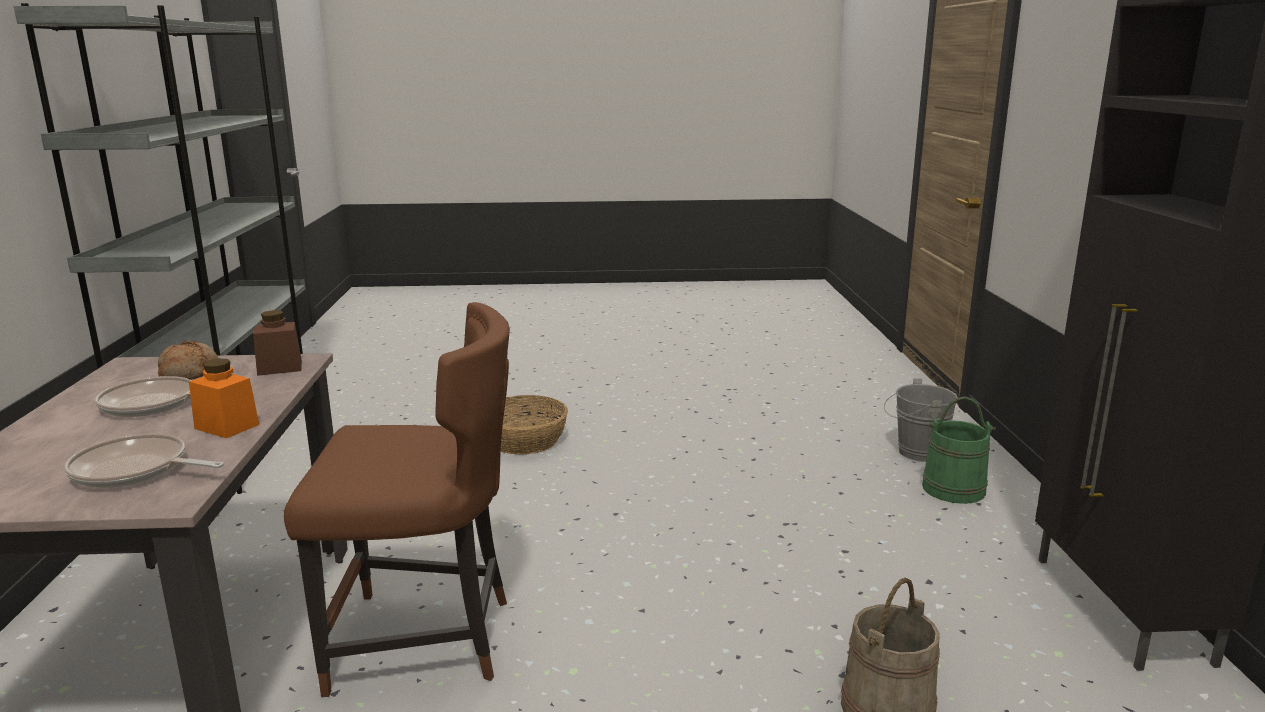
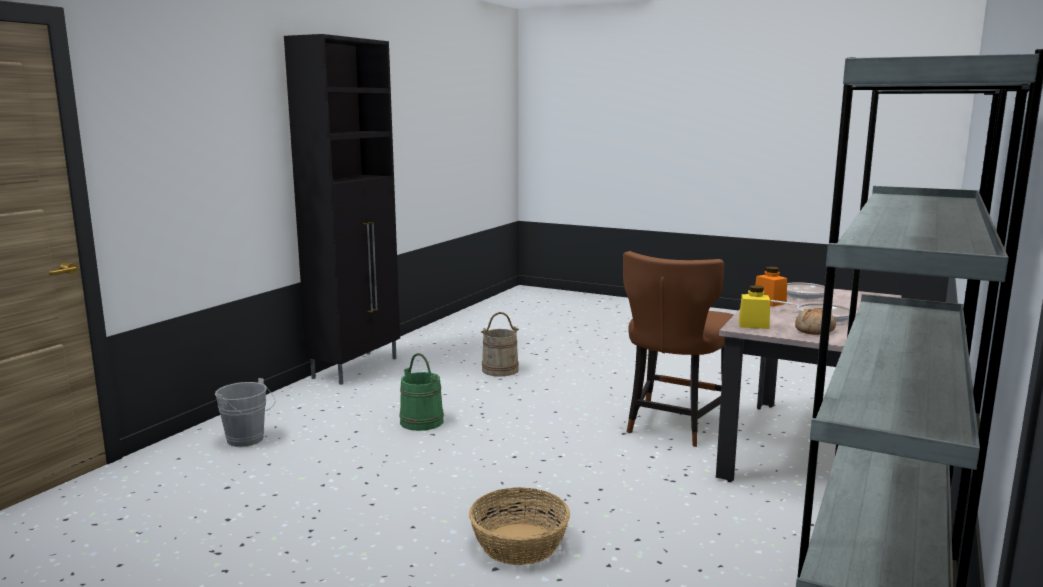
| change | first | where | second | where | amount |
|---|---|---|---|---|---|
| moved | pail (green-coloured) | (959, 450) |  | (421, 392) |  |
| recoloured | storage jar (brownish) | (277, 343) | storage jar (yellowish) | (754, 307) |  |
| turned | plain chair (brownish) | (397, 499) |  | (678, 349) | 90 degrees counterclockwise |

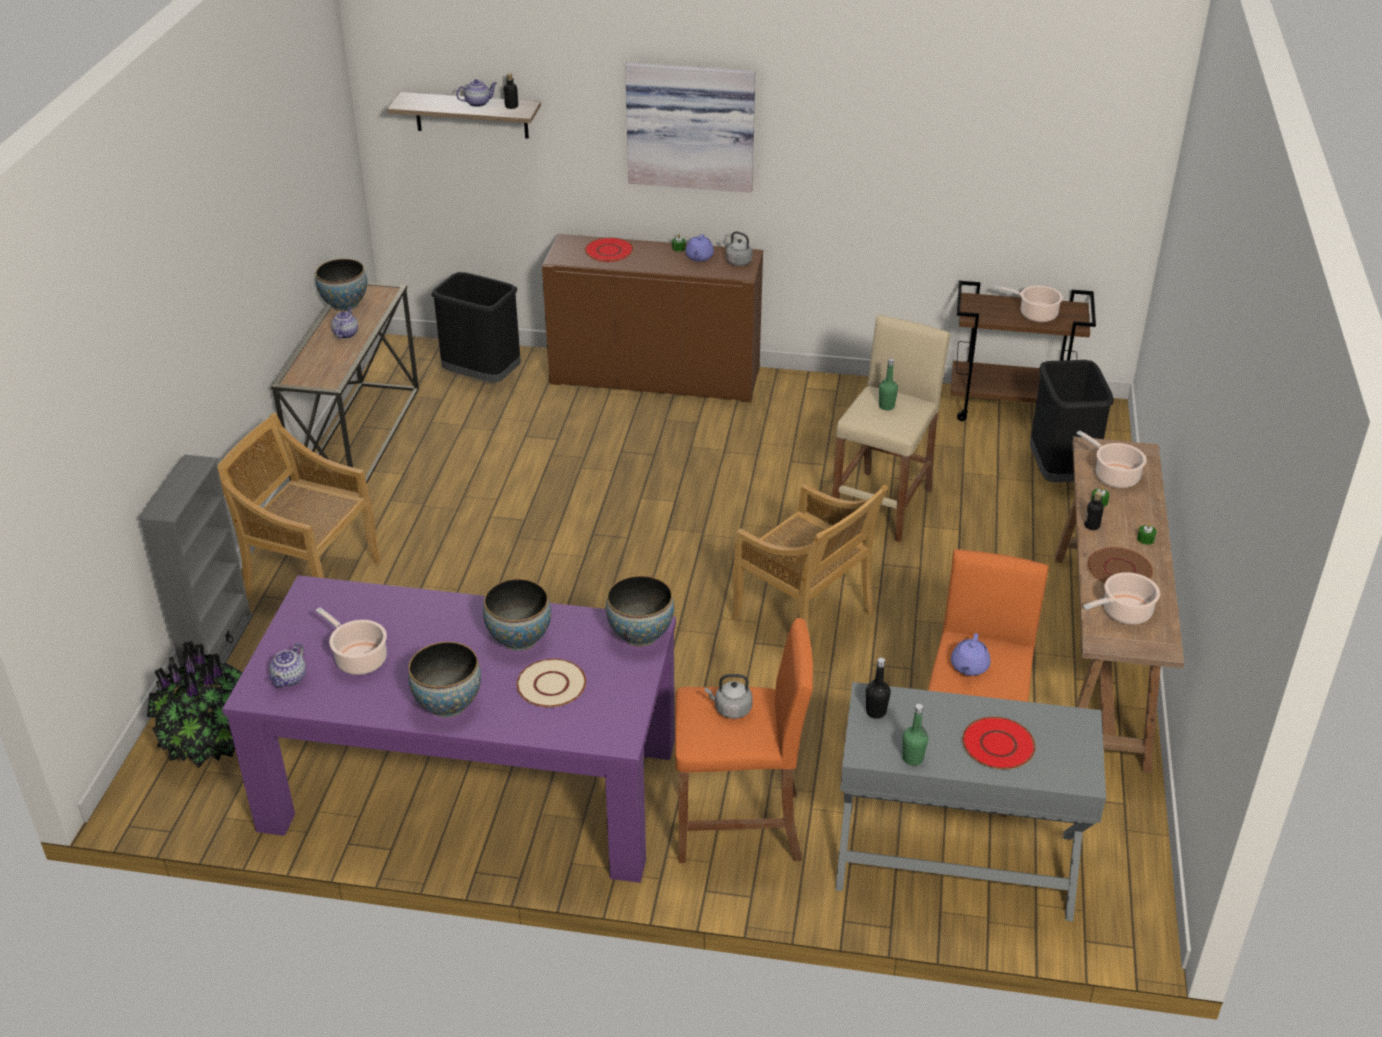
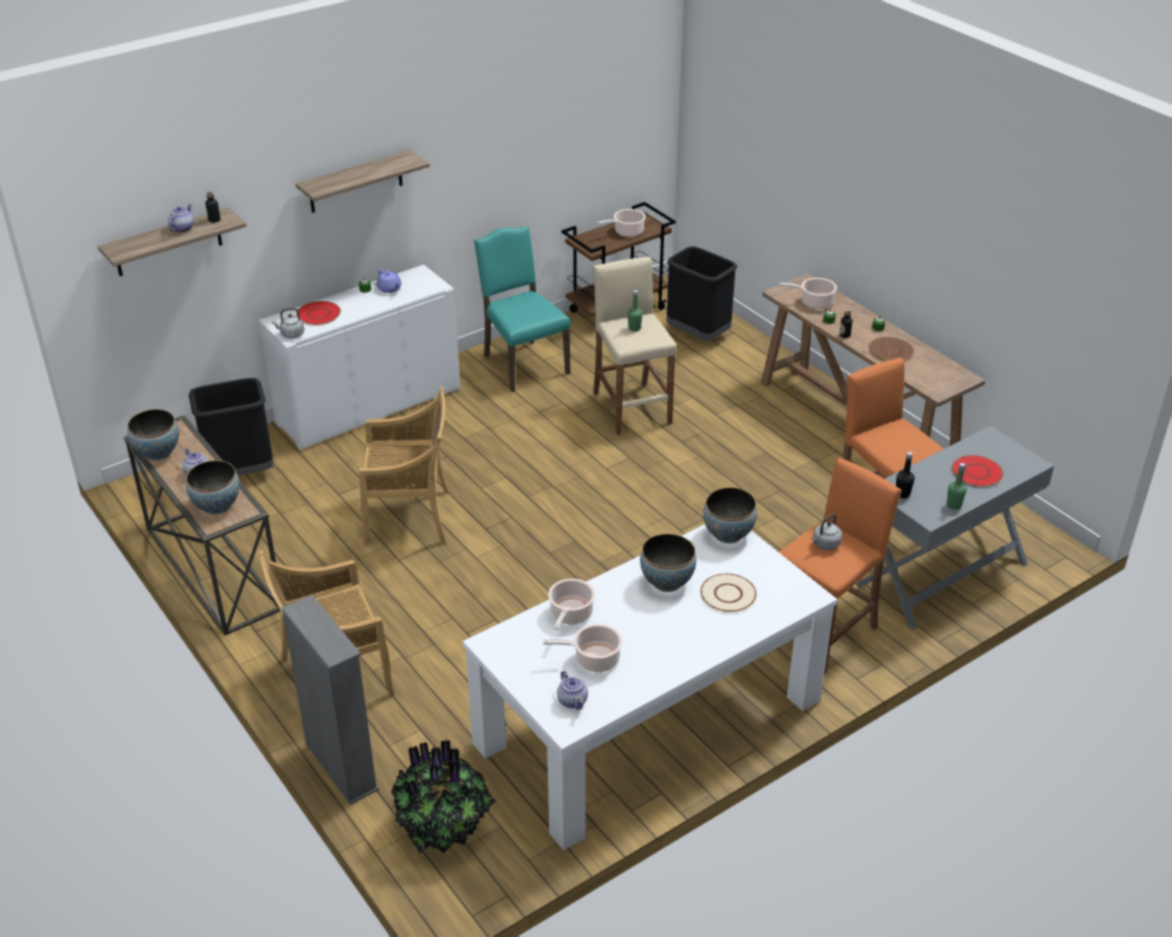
| change | first | where | second | where | amount |
|---|---|---|---|---|---|
| removed | teapot (purplish) | (971, 654) |  |  |  |
| added |  |  | plain chair (turquoise-coloured) | (522, 309) |  |
| moved | serving bowl | (444, 680) |  | (212, 487) |  |
| moved | tea kettle (gray) | (738, 248) |  | (288, 323) |  |
| moved | plain chair (beige) | (810, 558) |  | (404, 466) |  |
| moved | cooking pot | (1121, 598) |  | (571, 604) |  |
| replaced | wall art | (690, 128) | wall shelf | (363, 181) |  |
| recoloured | dining table (purplish) | (449, 729) | dining table (white) | (650, 687) |  |
| recoloured | cupboard (brownish) | (652, 318) | cupboard (white) | (360, 357) |  |

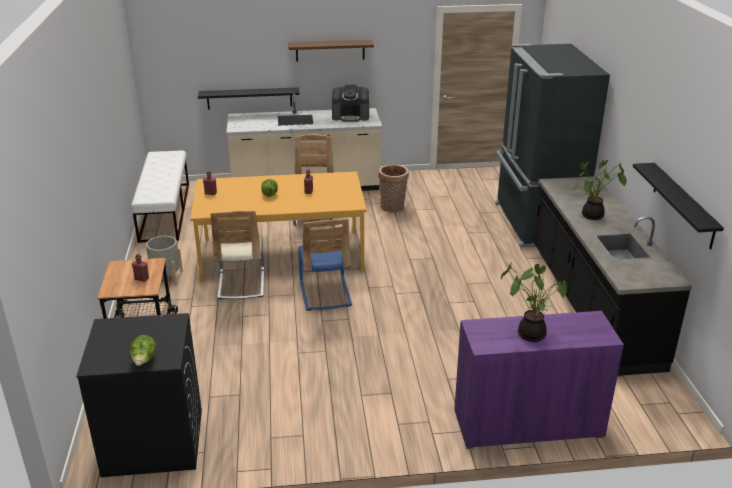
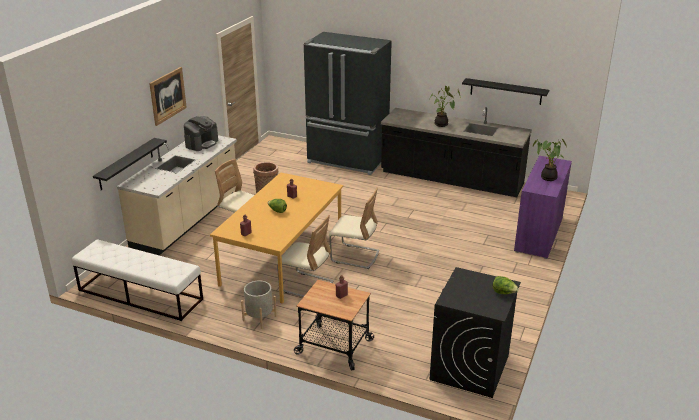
| change | first | where | second | where | amount |
|---|---|---|---|---|---|
| replaced | wall shelf (brownish) | (331, 51) | wall art | (168, 96) |  |
| recoloured | plain chair (bluish) | (325, 265) | plain chair (beige) | (354, 228) |  |

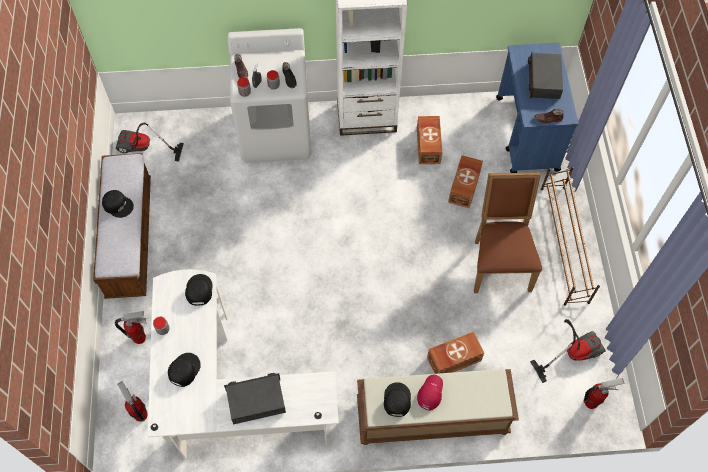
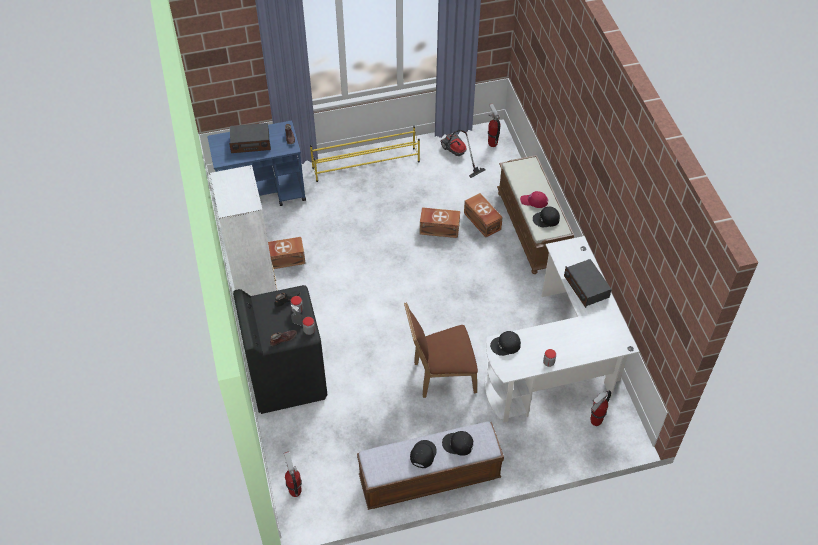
| change | first | where | second | where | amount |
|---|---|---|---|---|---|
| removed | vacuum cleaner | (150, 142) |  |  |  |
| moved | fire-fighting cylinder | (131, 327) |  | (293, 474) |  |
| moved | baseball cap (black-coloured) | (184, 370) |  | (457, 443) |  |
| moved | storage bin (brownish) | (465, 182) |  | (440, 222) |  |
| moved | plain chair (brownish) | (508, 233) |  | (441, 350) |  |
| recoloured | laundry machine (white) | (269, 95) | laundry machine (black-coloured) | (280, 349) |  |
| recoloured | shoe stand (brownish) | (570, 236) | shoe stand (yellowish) | (365, 154) |  |

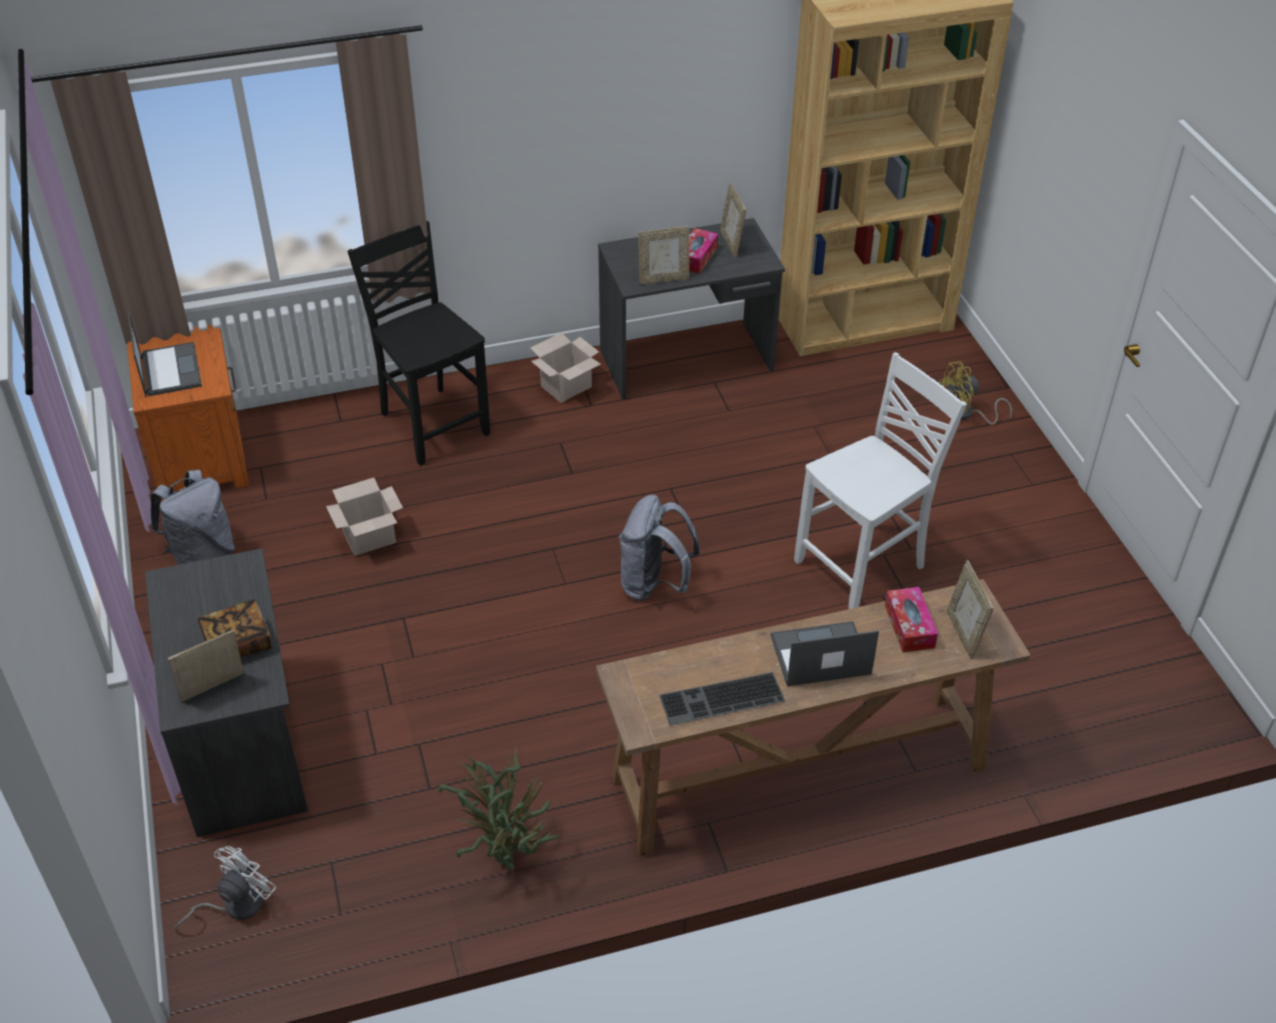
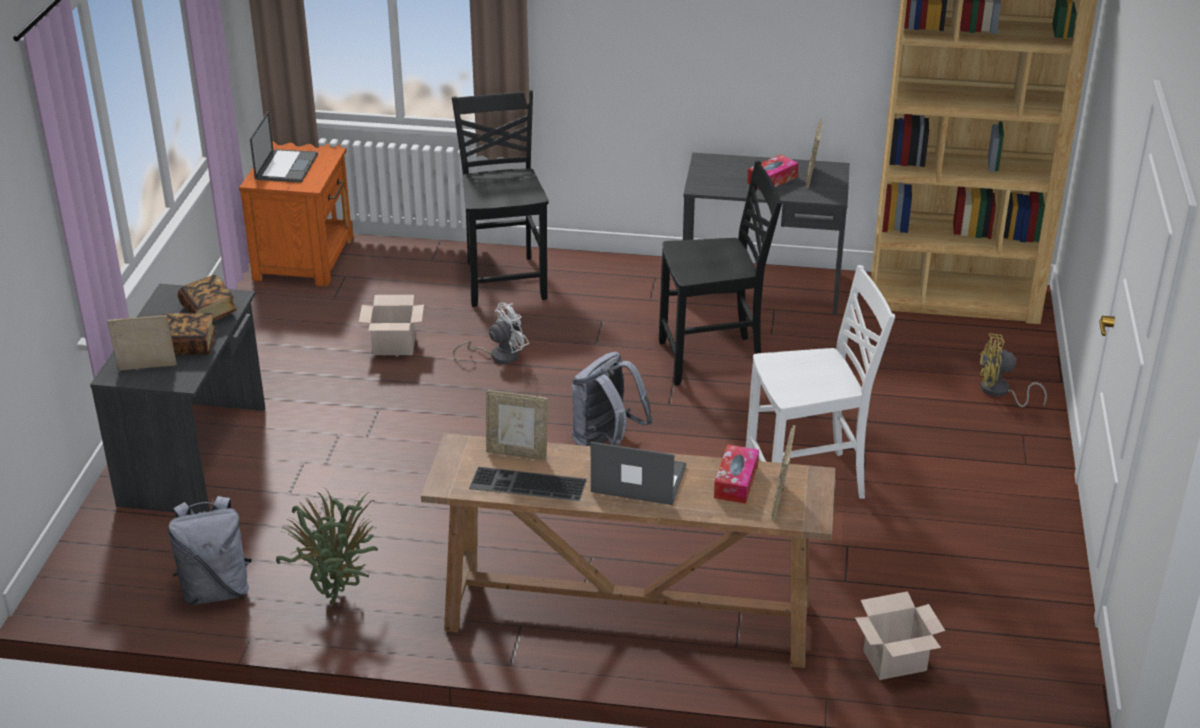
| change | first | where | second | where | amount |
|---|---|---|---|---|---|
| added |  |  | volume | (207, 298) |  |
| added |  |  | plain chair (black-coloured) | (720, 273) |  |
| moved | rucksack (gray) | (193, 517) |  | (210, 550) |  |
| moved | cooling fan (white) | (225, 888) |  | (491, 333) |  |
| moved | carton | (565, 367) |  | (900, 635) |  |
| moved | standing frame | (663, 255) |  | (517, 425) |  |

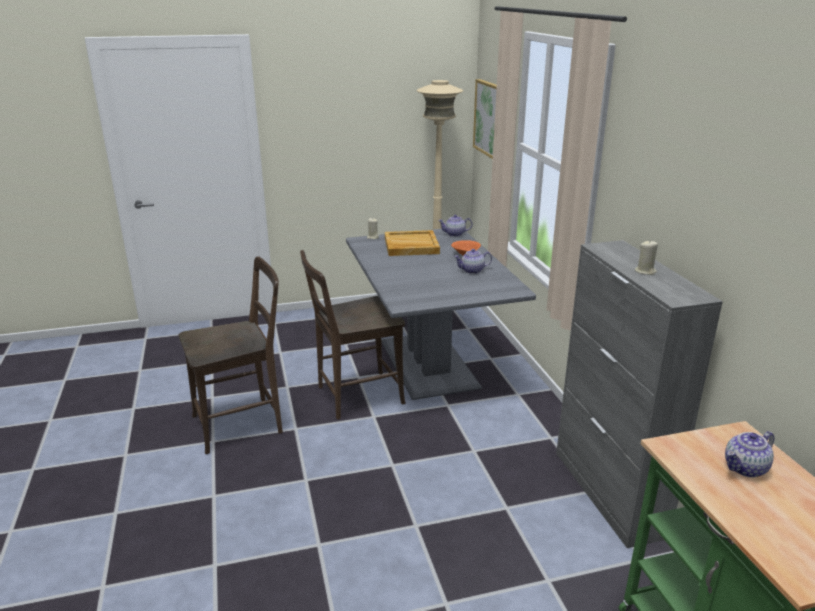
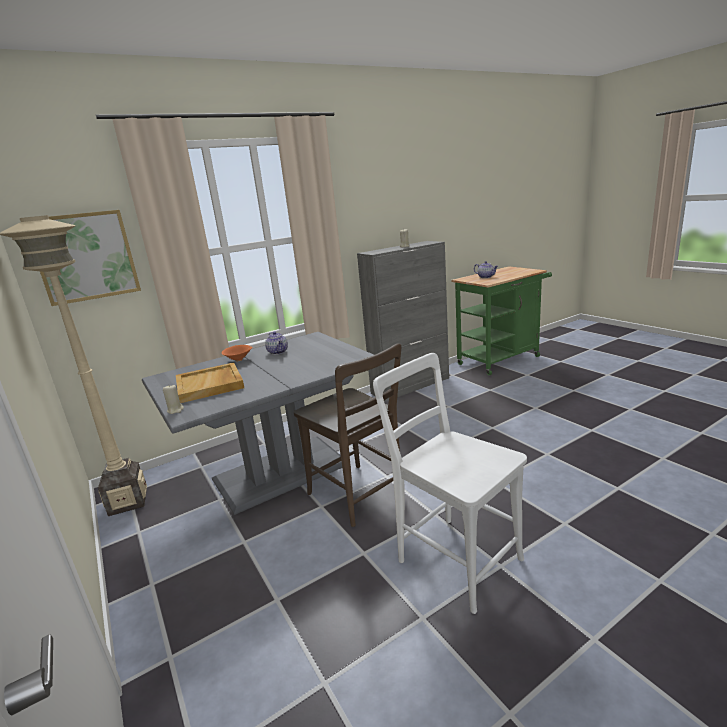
| change | first | where | second | where | amount |
|---|---|---|---|---|---|
| removed | teapot | (455, 226) |  |  |  |
| recoloured | plain chair (brownish) | (231, 355) | plain chair (white) | (450, 483) |  |

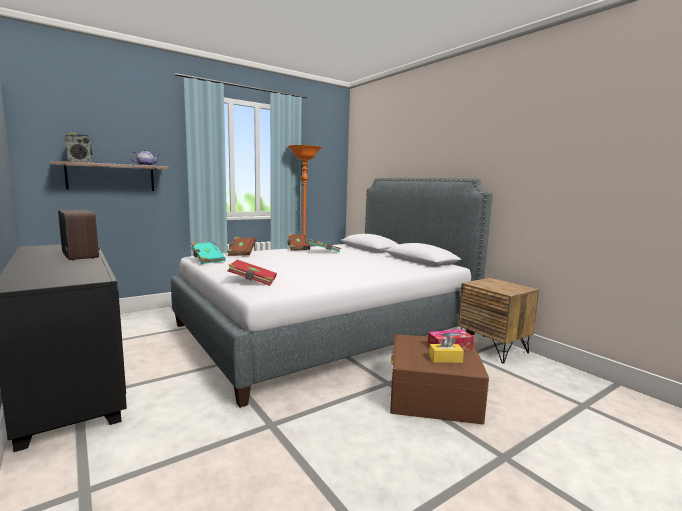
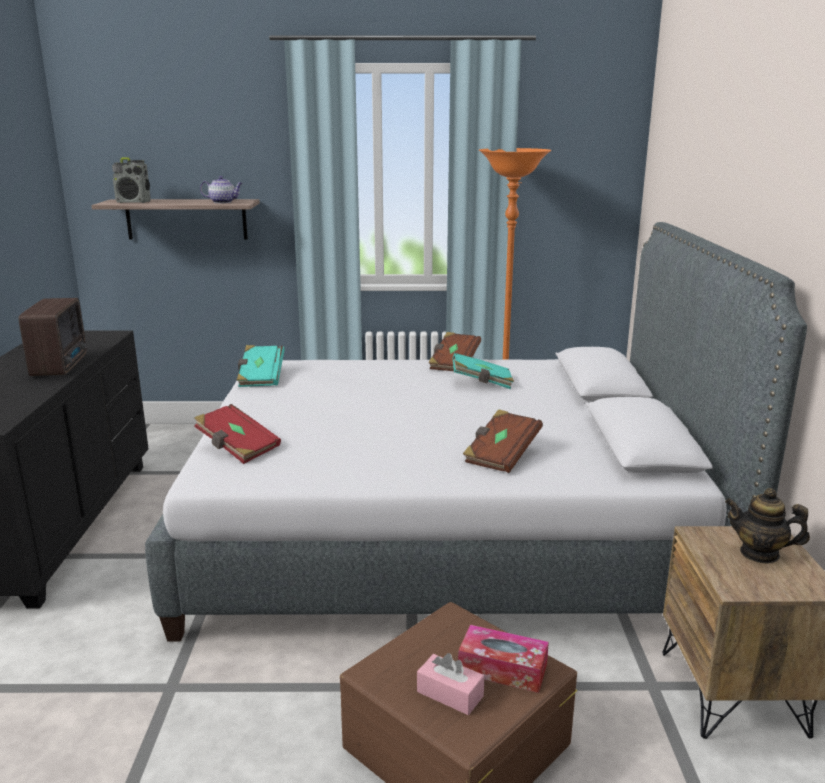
| change | first | where | second | where | amount |
|---|---|---|---|---|---|
| added |  |  | teapot | (767, 526) |  |
| moved | volume (brownish) | (241, 246) |  | (503, 441) |  |
| recoloured | tissue box (yellowish) | (446, 349) | tissue box (pinkish) | (450, 684) |  |

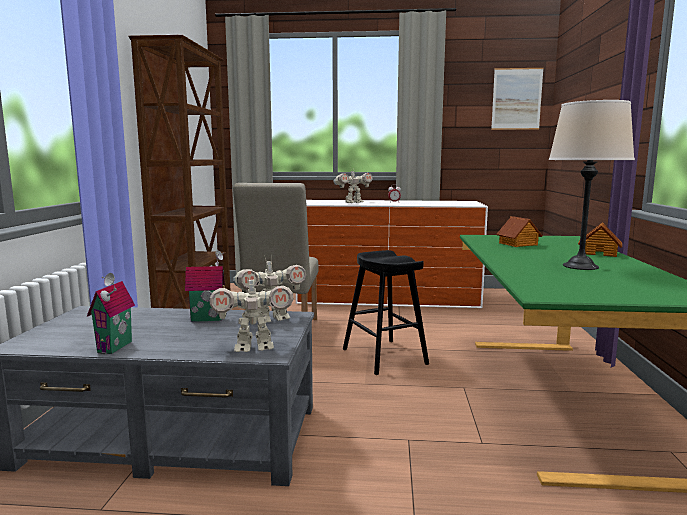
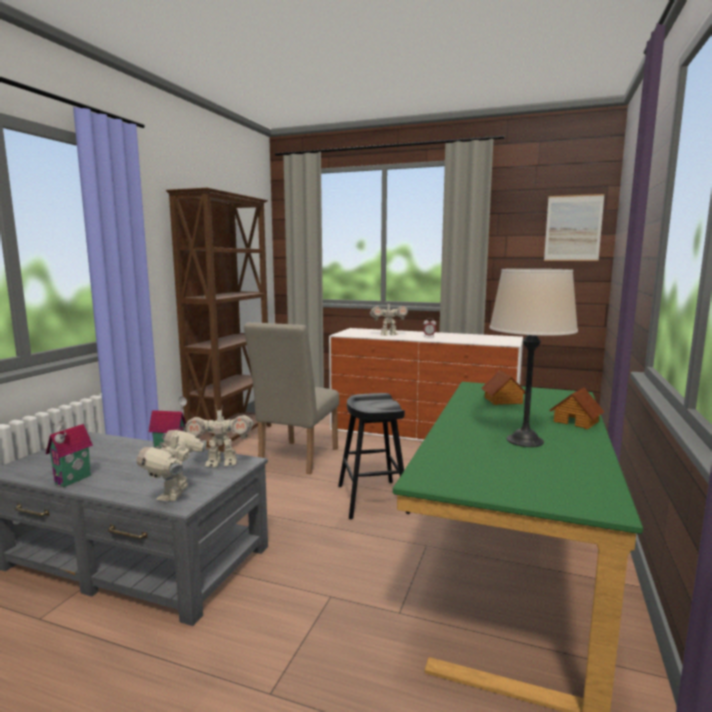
| change | first | where | second | where | amount |
|---|---|---|---|---|---|
| turned | model robot | (251, 312) |  | (172, 465) | 90 degrees clockwise |

